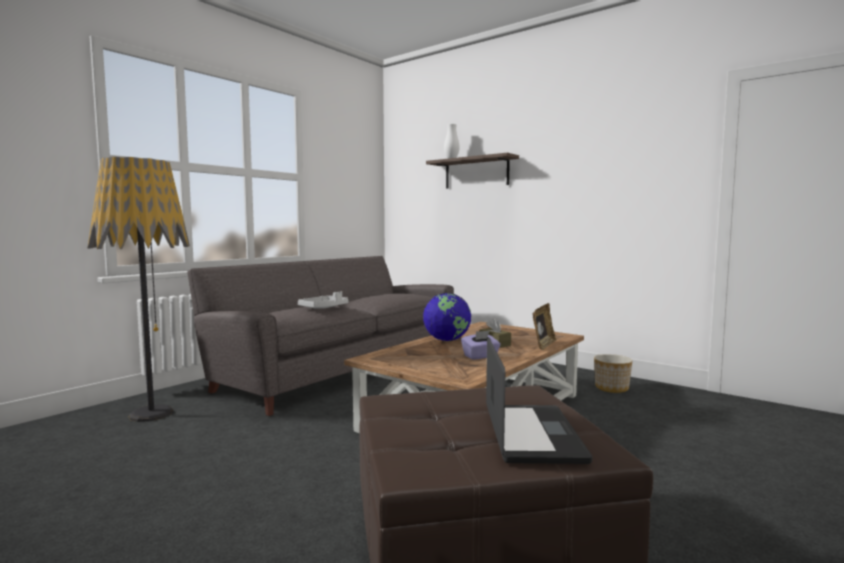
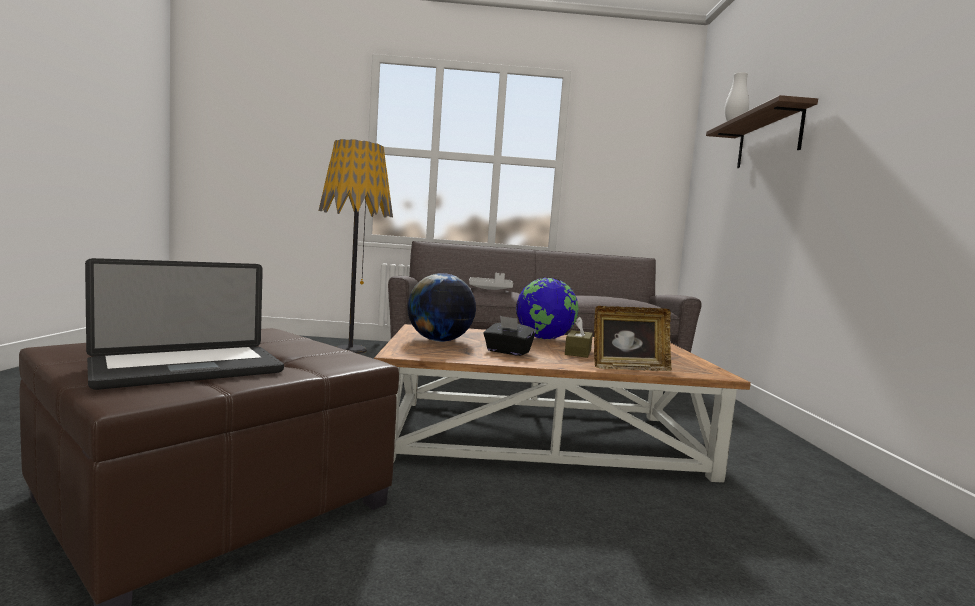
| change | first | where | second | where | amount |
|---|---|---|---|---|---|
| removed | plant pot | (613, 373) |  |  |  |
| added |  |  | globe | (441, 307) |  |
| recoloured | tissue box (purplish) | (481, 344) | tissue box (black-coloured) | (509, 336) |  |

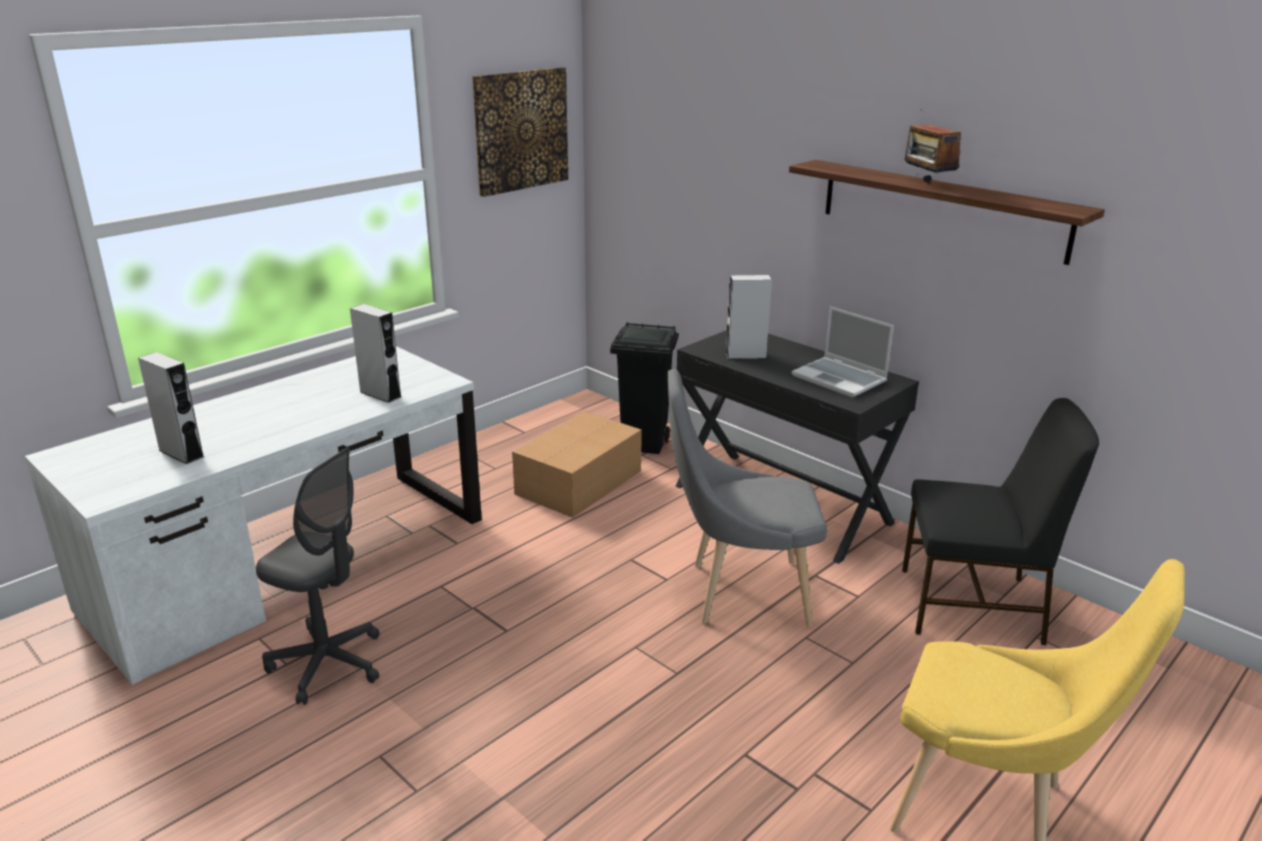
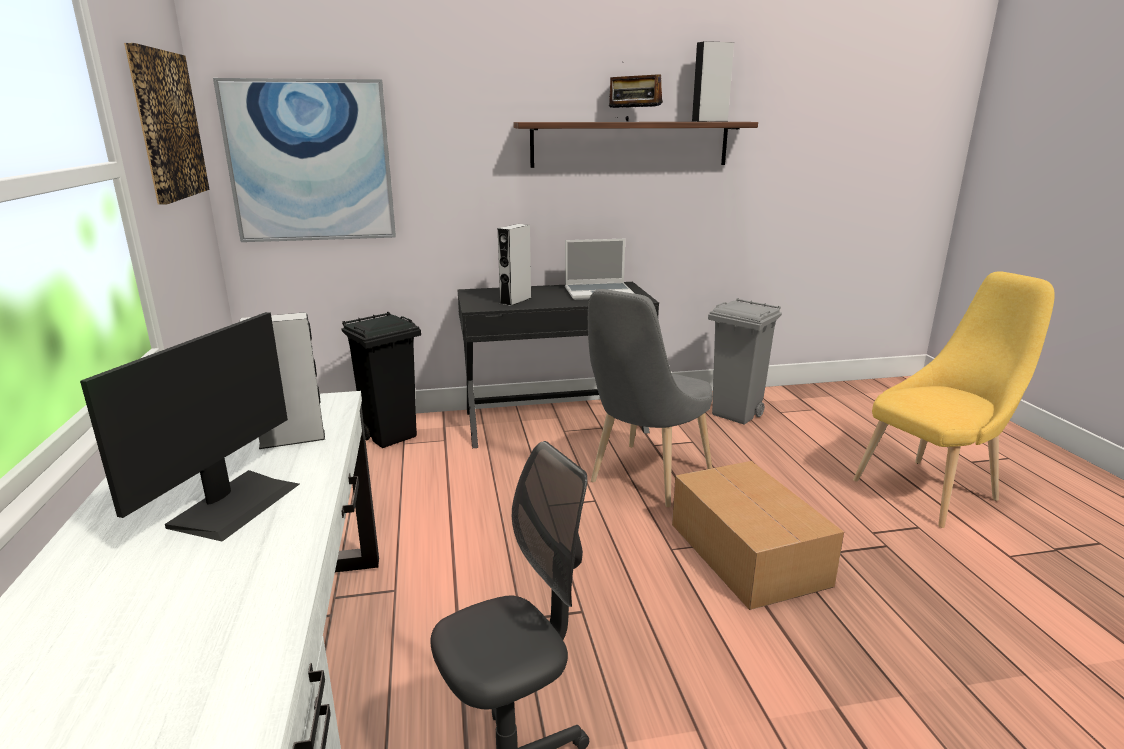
| change | first | where | second | where | amount |
|---|---|---|---|---|---|
| added |  |  | monitor | (190, 426) |  |
| added |  |  | wall art | (304, 160) |  |
| moved | loudspeaker (gray) | (171, 408) |  | (712, 81) |  |
| moved | carton | (577, 464) |  | (758, 535) |  |
| replaced | plain chair (black-coloured) | (1000, 521) | trash can (gray) | (745, 361) |  |

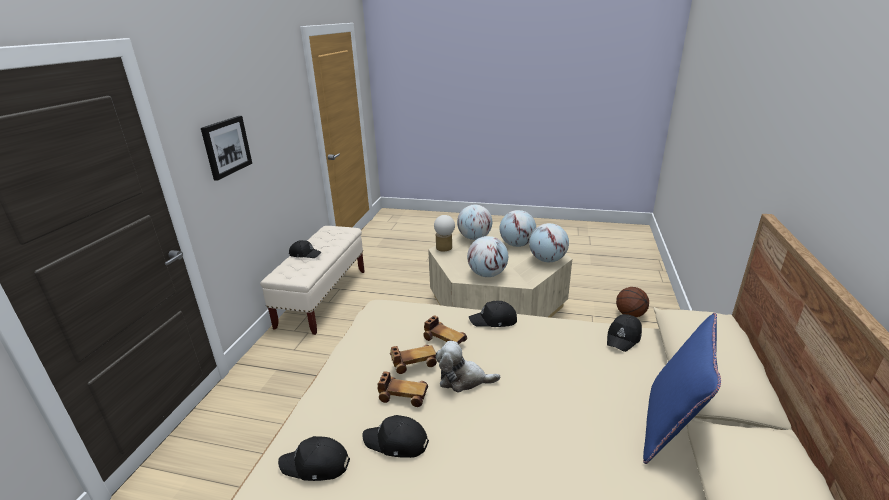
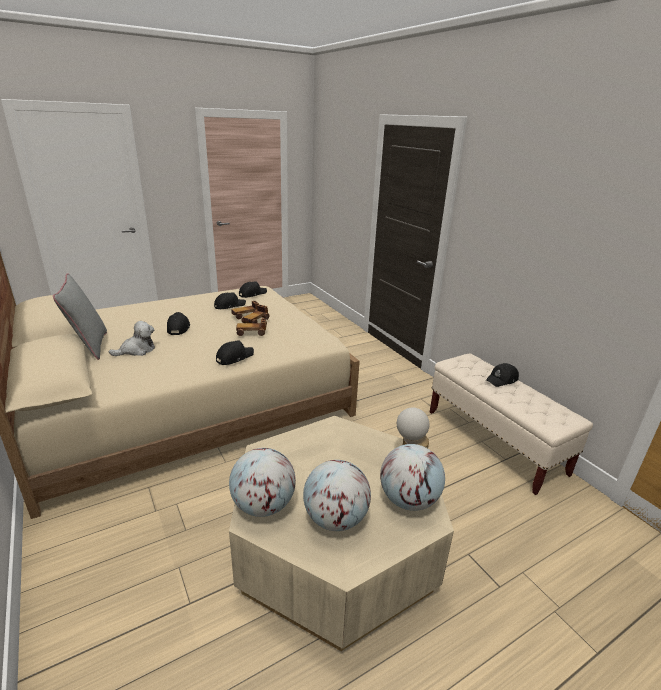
| change | first | where | second | where | amount |
|---|---|---|---|---|---|
| removed | wall art | (226, 148) |  |  |  |
| removed | globe | (487, 256) |  |  |  |
| removed | basketball ball | (632, 302) |  |  |  |
| moved | cuddly toy | (468, 367) |  | (132, 338) |  |
| moved | baseball cap (black-coloured) | (624, 333) |  | (178, 323) |  |
| recoloured | cushion (bluish) | (682, 388) | cushion (gray) | (80, 316) |  |

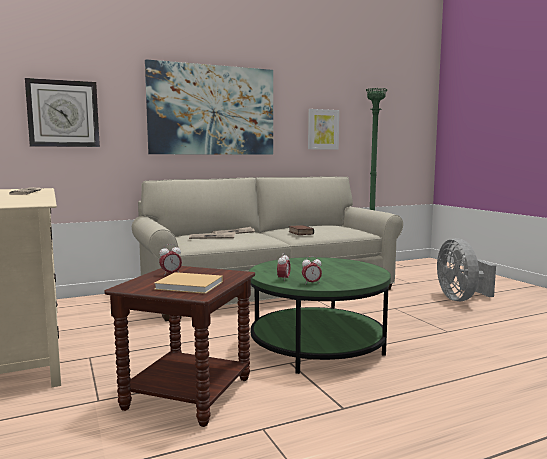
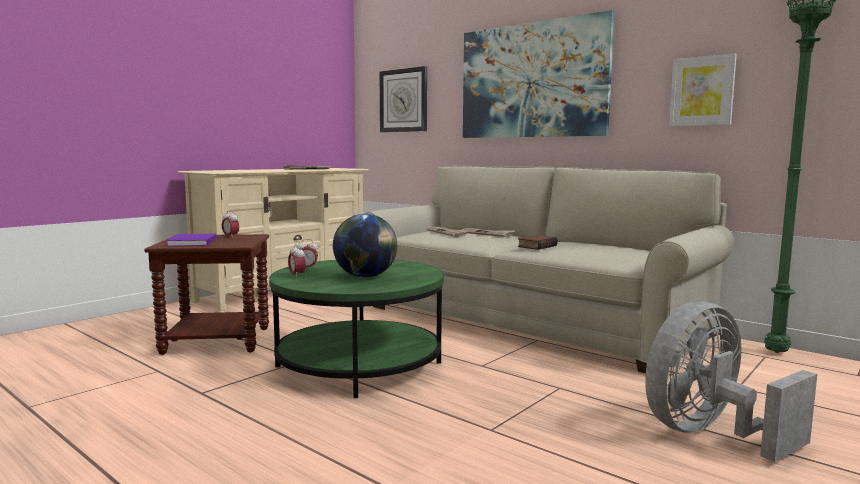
| change | first | where | second | where | amount |
|---|---|---|---|---|---|
| added |  |  | globe | (365, 246) |  |
| recoloured | volume (beige) | (188, 283) | volume (purplish) | (191, 240) |  |

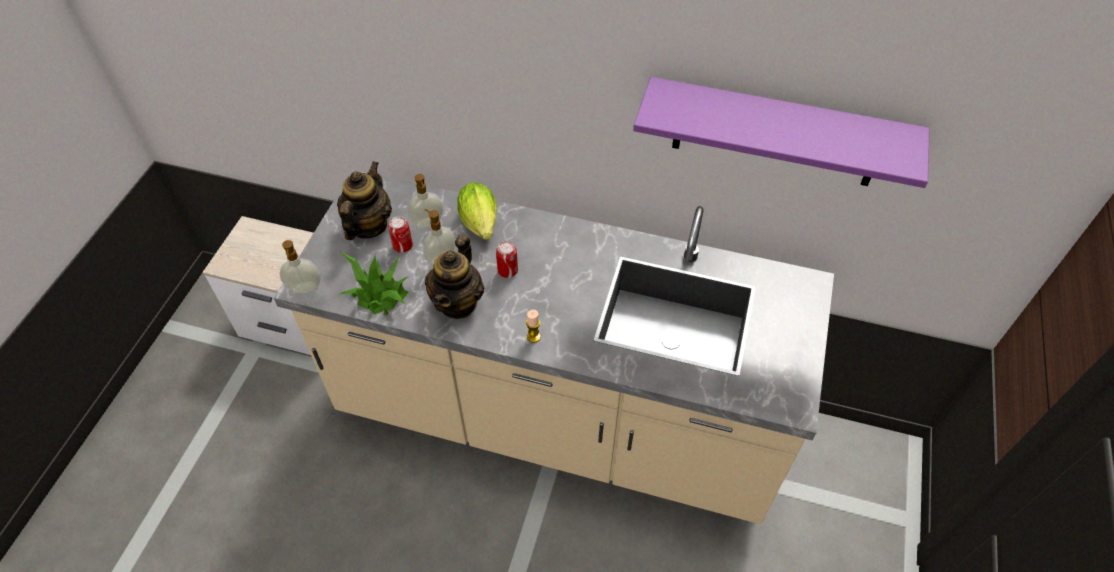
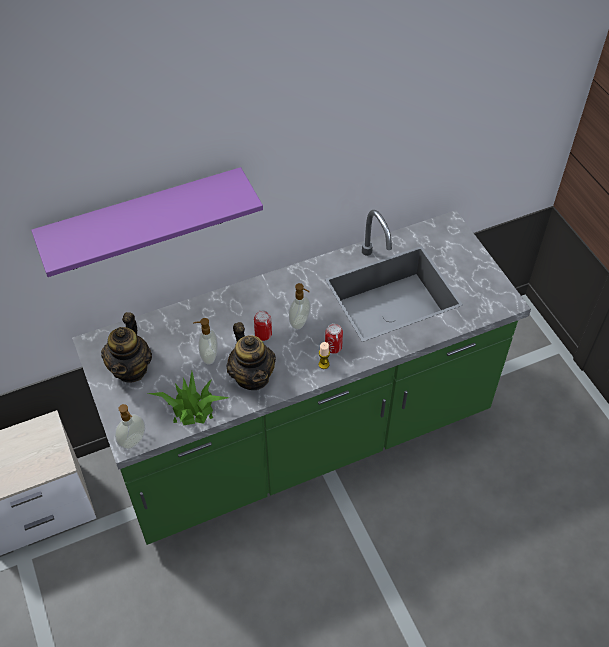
| change | first | where | second | where | amount |
|---|---|---|---|---|---|
| removed | head of lettuce | (477, 211) |  |  |  |
| moved | can | (400, 234) |  | (334, 338) |  |
| moved | liquid soap bottle | (425, 201) |  | (299, 306) |  |
| moved | wall shelf (purplish) | (781, 132) |  | (147, 222) |  |
| recoloured | counter (beige) | (554, 347) | counter (green-coloured) | (301, 377) |  |
| turned | teapot | (364, 200) |  | (126, 347) | 150 degrees counterclockwise |

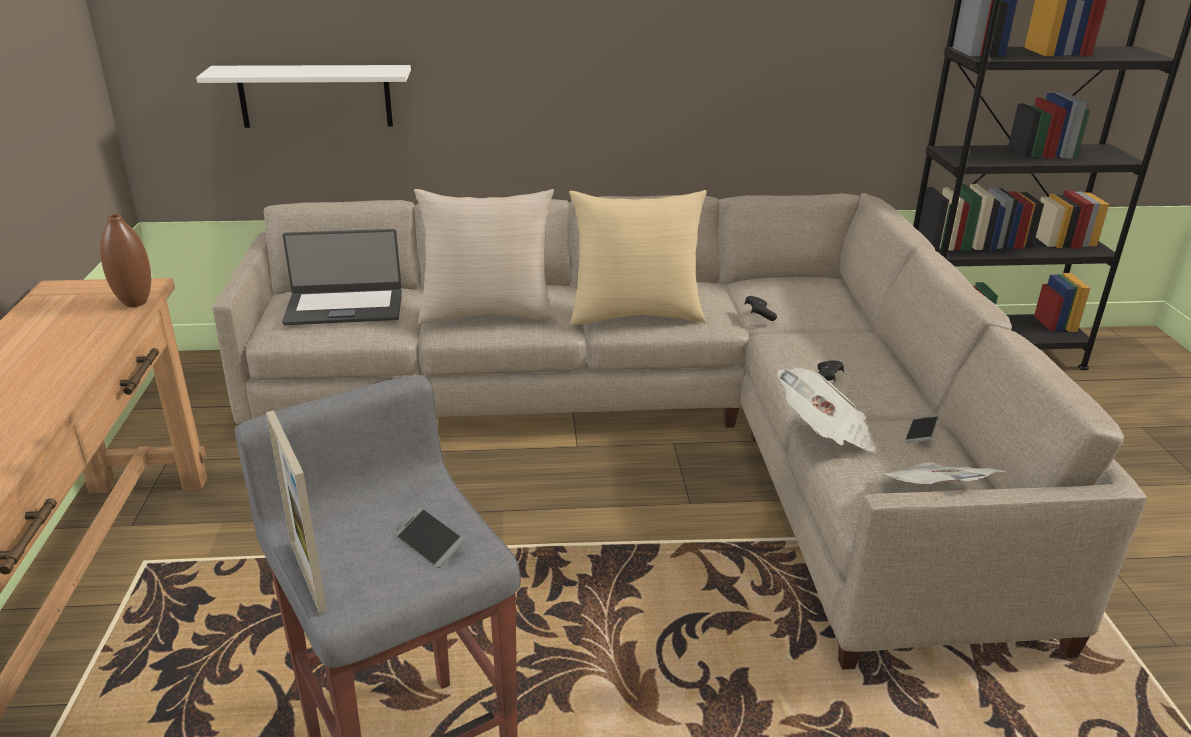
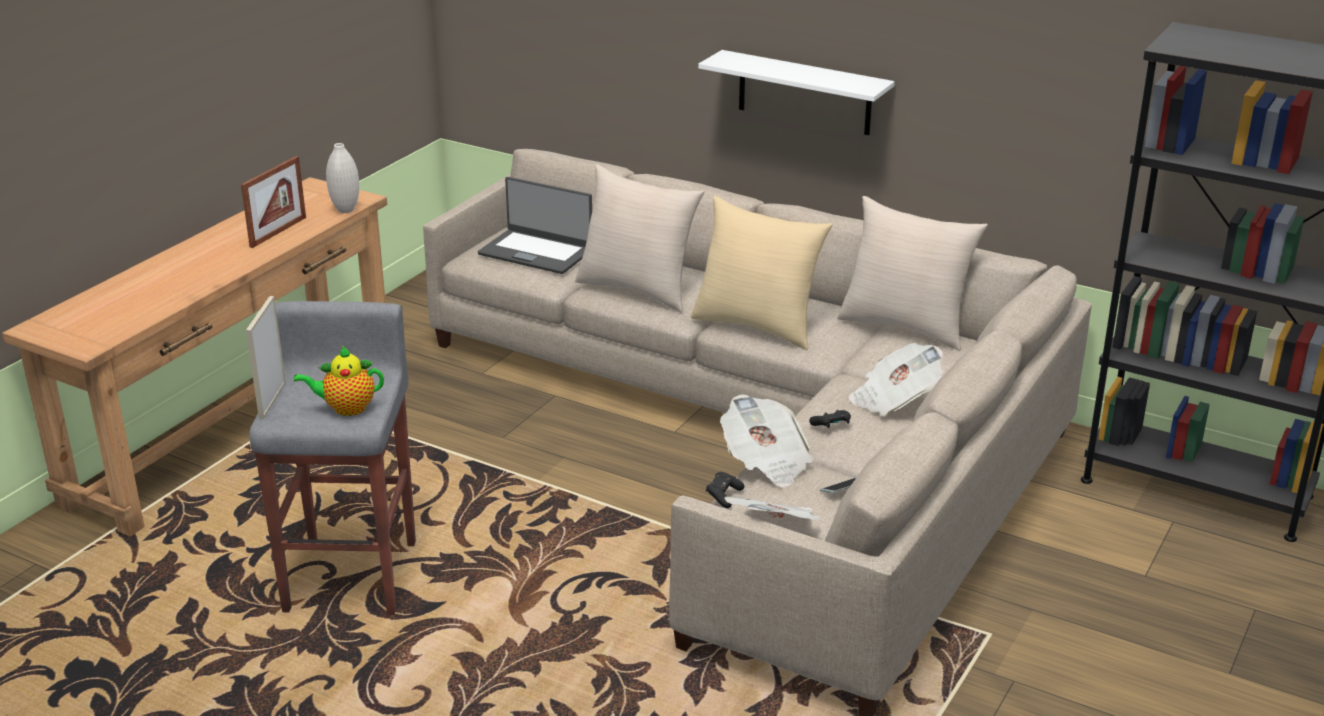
| change | first | where | second | where | amount |
|---|---|---|---|---|---|
| added |  |  | standing frame | (273, 202) |  |
| added |  |  | cushion (beige) | (912, 273) |  |
| added |  |  | printed paper | (896, 379) |  |
| moved | wall shelf (white) | (303, 96) |  | (796, 92) |  |
| moved | game controller (black-coloured) | (761, 308) |  | (725, 490) |  |
| replaced | telephone | (430, 538) | teapot | (339, 381) |  |
| recoloured | vase (brownish) | (125, 260) | vase (white) | (342, 178) |  |

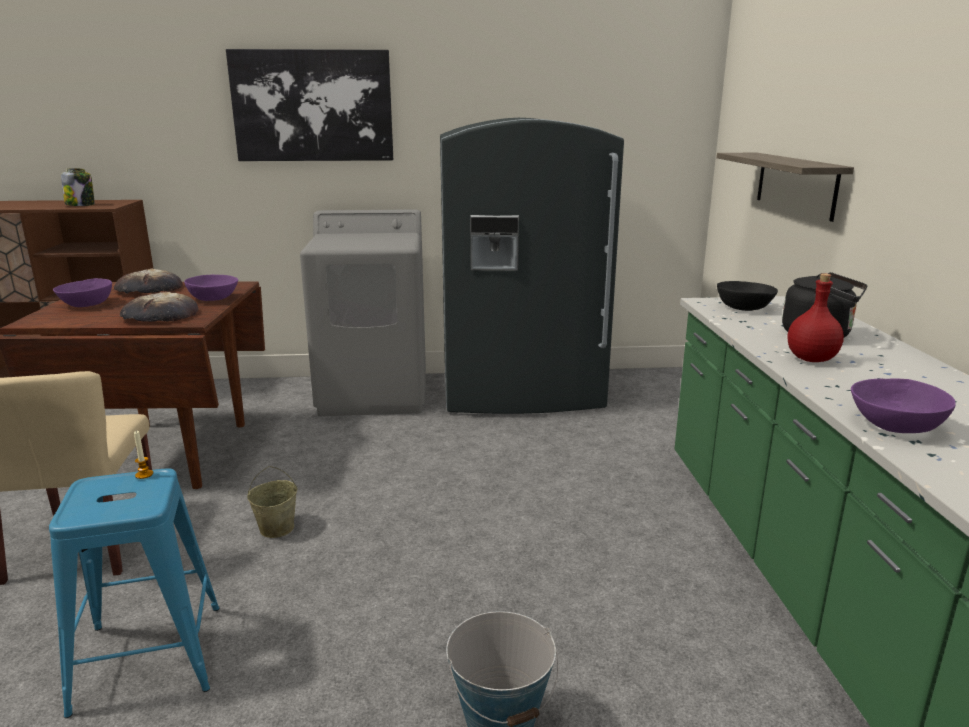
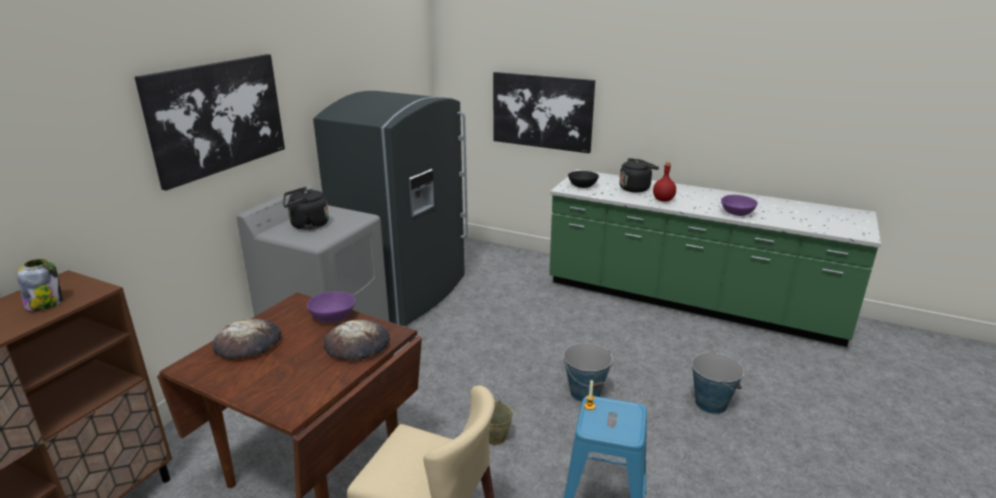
| change | first | where | second | where | amount |
|---|---|---|---|---|---|
| removed | serving bowl (purplish) | (82, 292) |  |  |  |
| added |  |  | tea kettle (black-coloured) | (306, 208) |  |
| added |  |  | pail | (589, 372) |  |
| replaced | wall shelf | (785, 187) | wall art | (544, 112) |  |

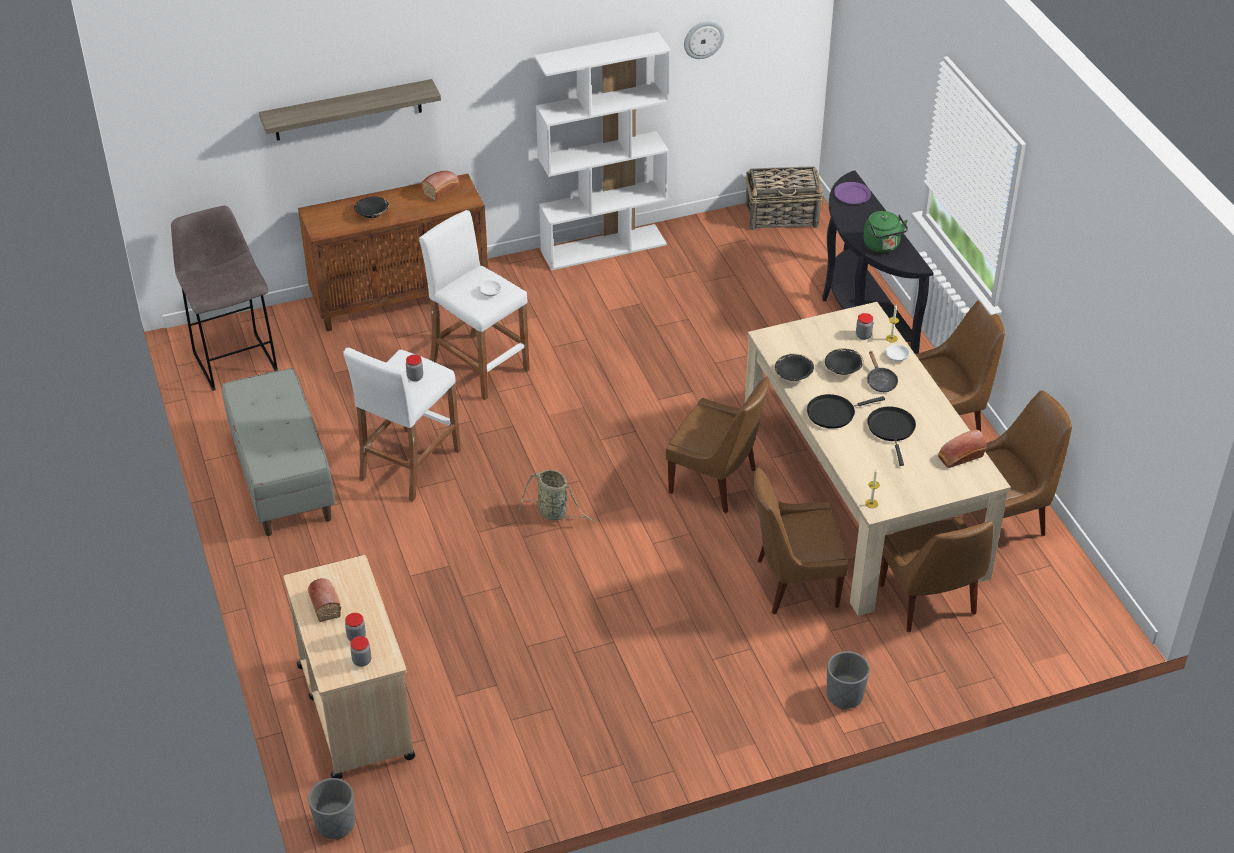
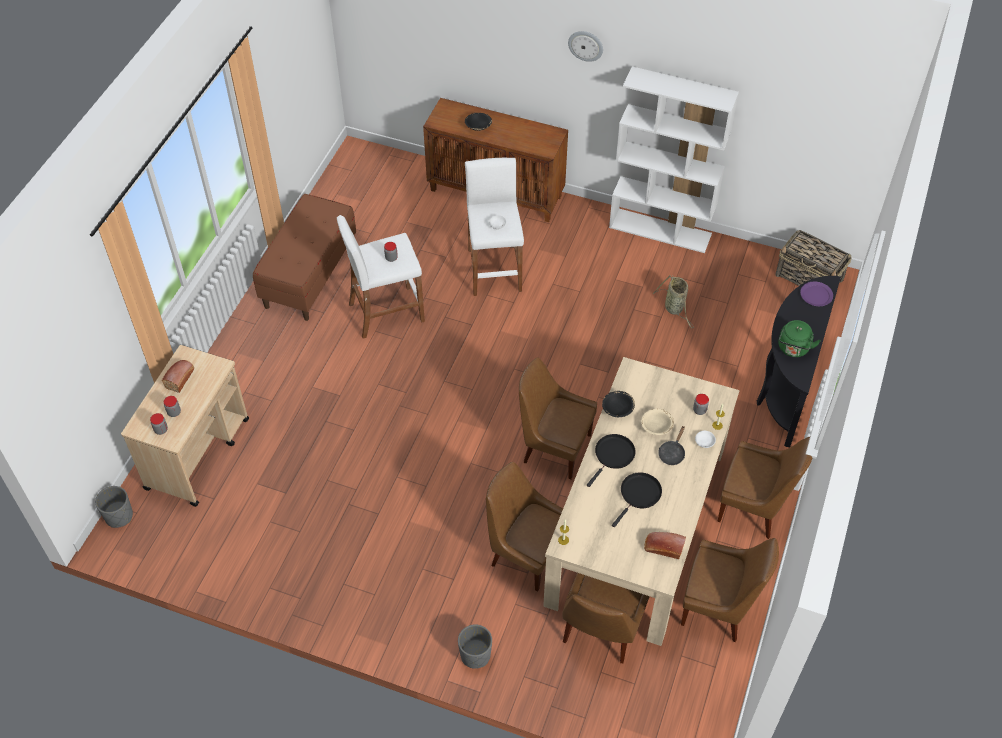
| change | first | where | second | where | amount |
|---|---|---|---|---|---|
| removed | stool (gray) | (224, 298) |  |  |  |
| removed | wall shelf | (350, 110) |  |  |  |
| removed | bakery bread | (440, 186) |  |  |  |
| moved | basket | (557, 496) |  | (673, 302) |  |
| moved | wall clock | (704, 40) |  | (585, 46) |  |
| recoloured | indoor bench (gray) | (278, 452) | indoor bench (brownish) | (304, 257) |  |
| recoloured | serving bowl (black-coloured) | (844, 361) | serving bowl (beige) | (657, 422) |  |
| turned | plain chair (brownish) | (717, 445) |  | (558, 418) | 135 degrees clockwise |
| turned | pan (black-coloured) | (846, 411) |  | (611, 460) | 105 degrees clockwise |

